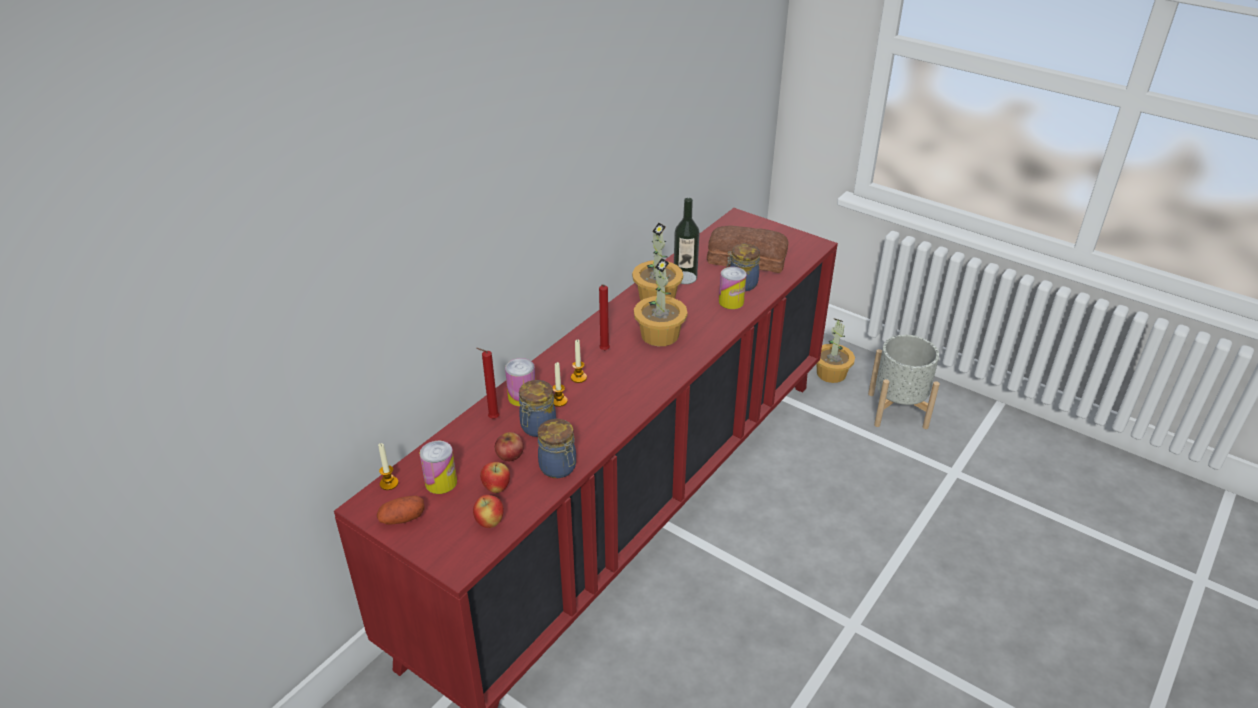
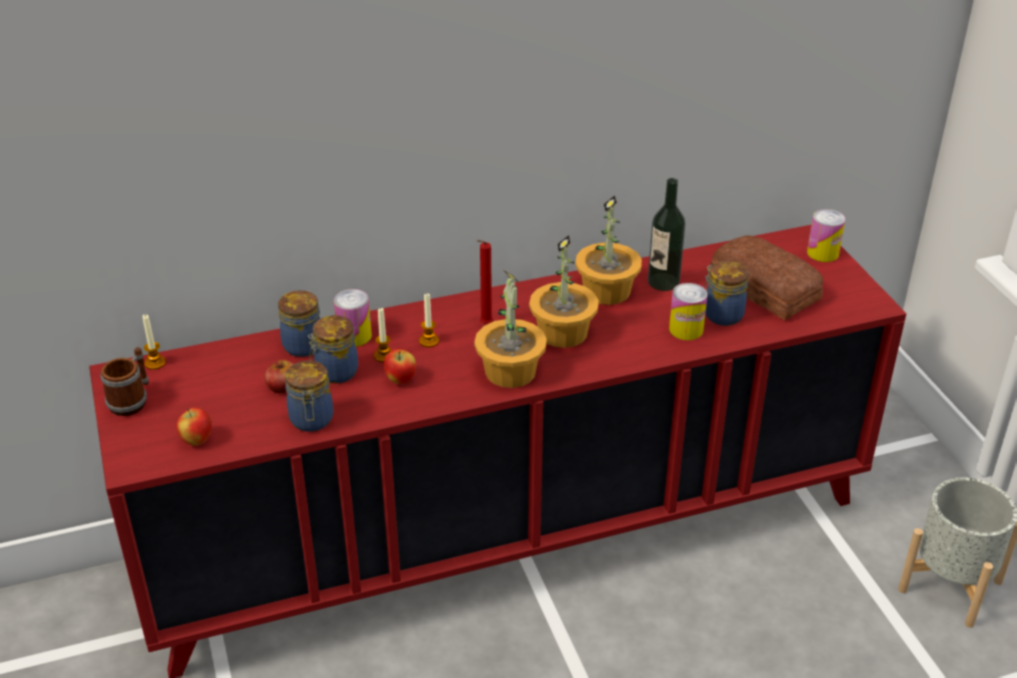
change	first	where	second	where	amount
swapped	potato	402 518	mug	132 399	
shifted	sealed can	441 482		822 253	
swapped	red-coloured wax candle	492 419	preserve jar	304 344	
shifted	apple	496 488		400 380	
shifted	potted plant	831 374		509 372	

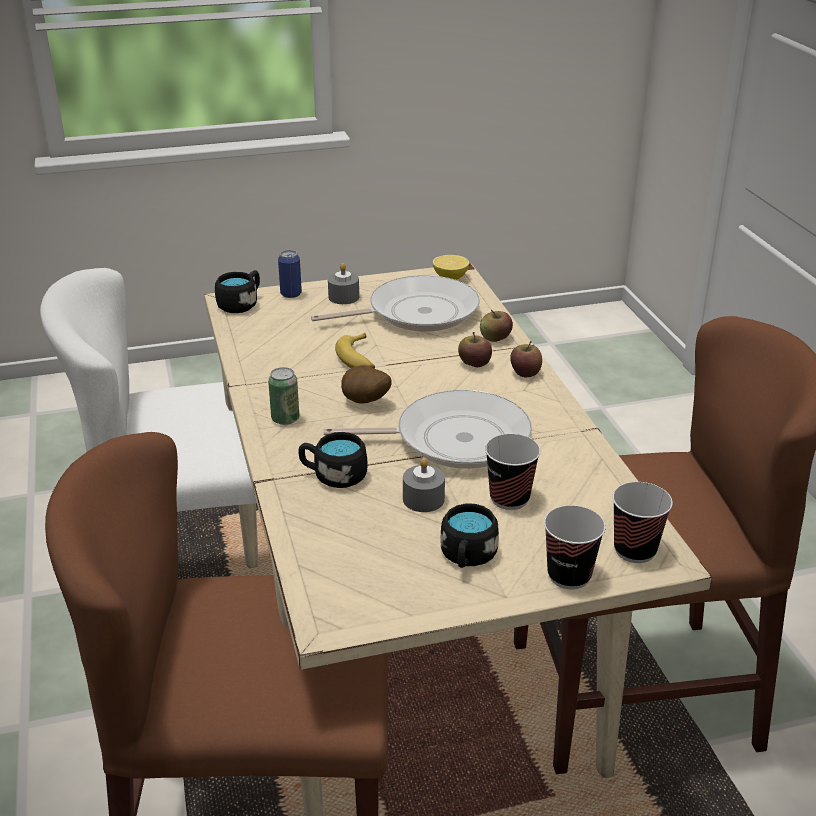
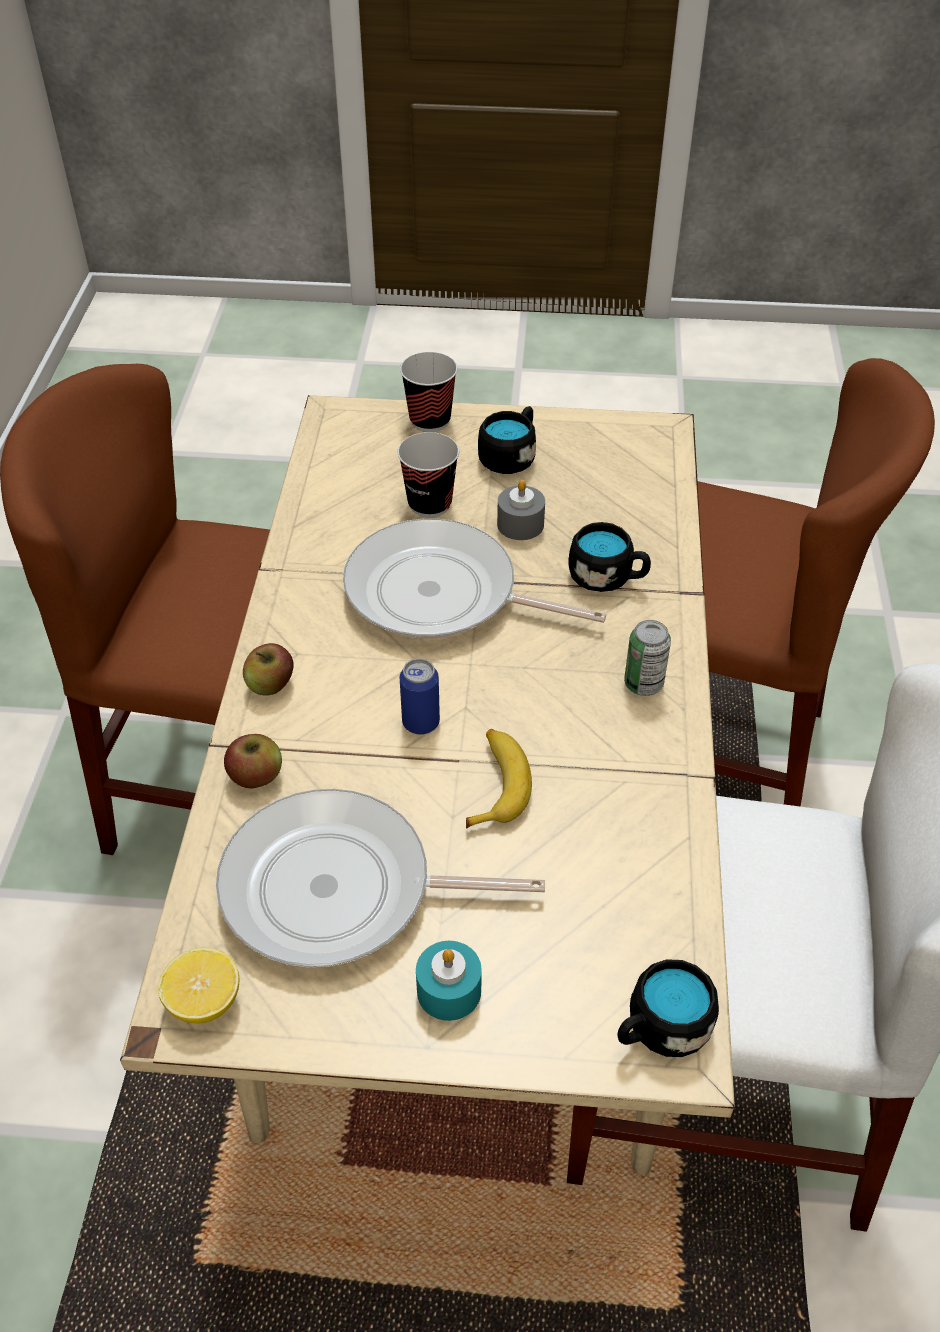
change	first	where	second	where	amount
shifted	sealed can	291 294		421 723	
repainted	gray wax candle	343 297	turquoise-coloured wax candle	449 991	
gone	potato	365 403			
gone	apple	474 363			
gone	drinking cup	635 550			

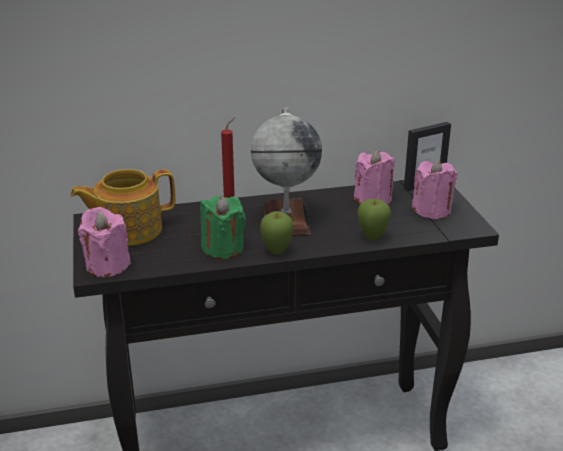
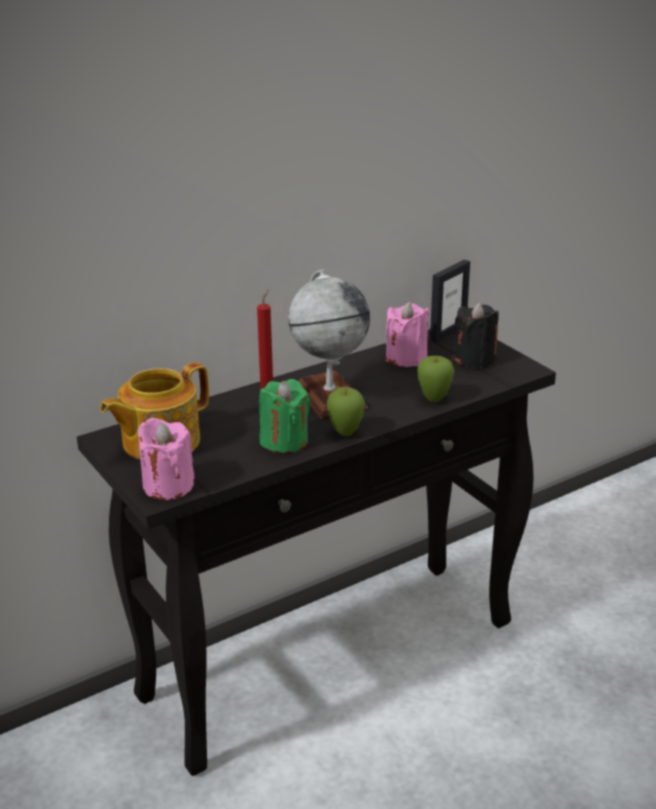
change	first	where	second	where	amount
repainted	pink wax candle	432 210	black-coloured wax candle	475 359	

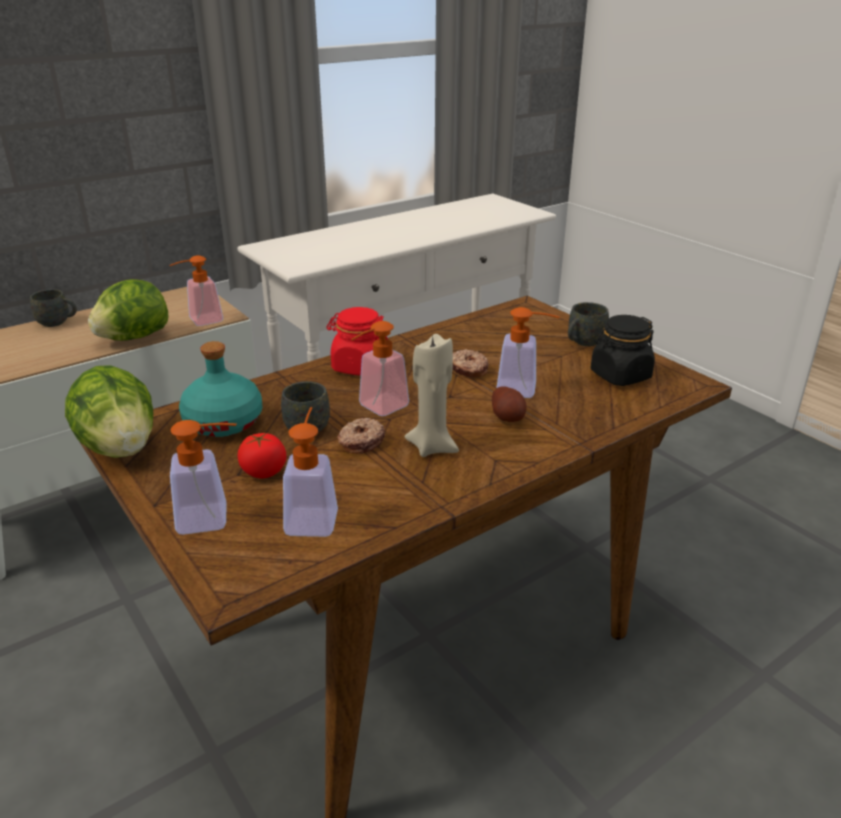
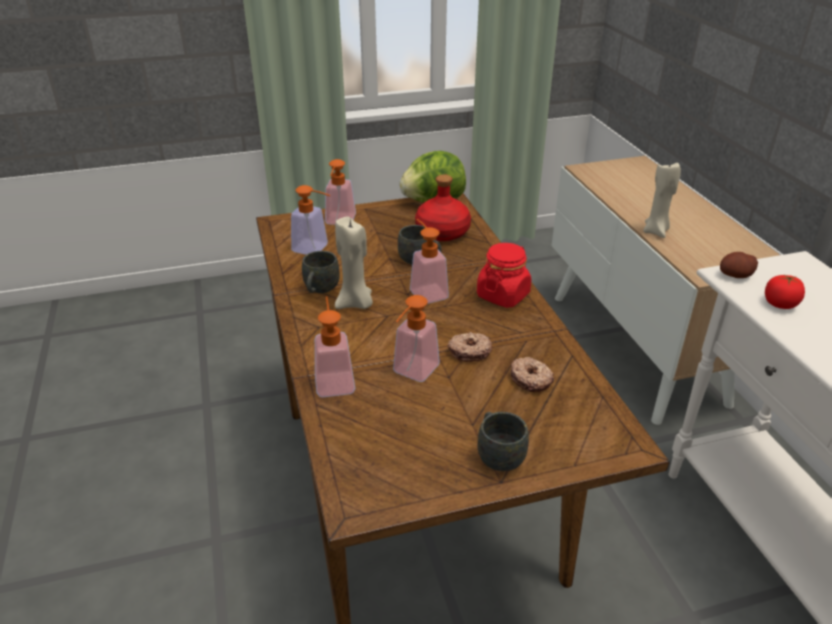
change	first	where	second	where	amount
shifted	gray mug	58 322		319 290	
swapped	head of lettuce	133 338	sand-coloured wax candle	656 231	
shifted	soap dispenser	200 321		334 379	
repainted	turquoise-coloured beverage bottle	224 422	red-coloured beverage bottle	443 232	
shifted	fresh tomato	264 471		780 304	
shifted	doughnut	360 442		531 379	
shifted	potato	508 417		735 275	
gone	black-coloured preserve jar	620 375			

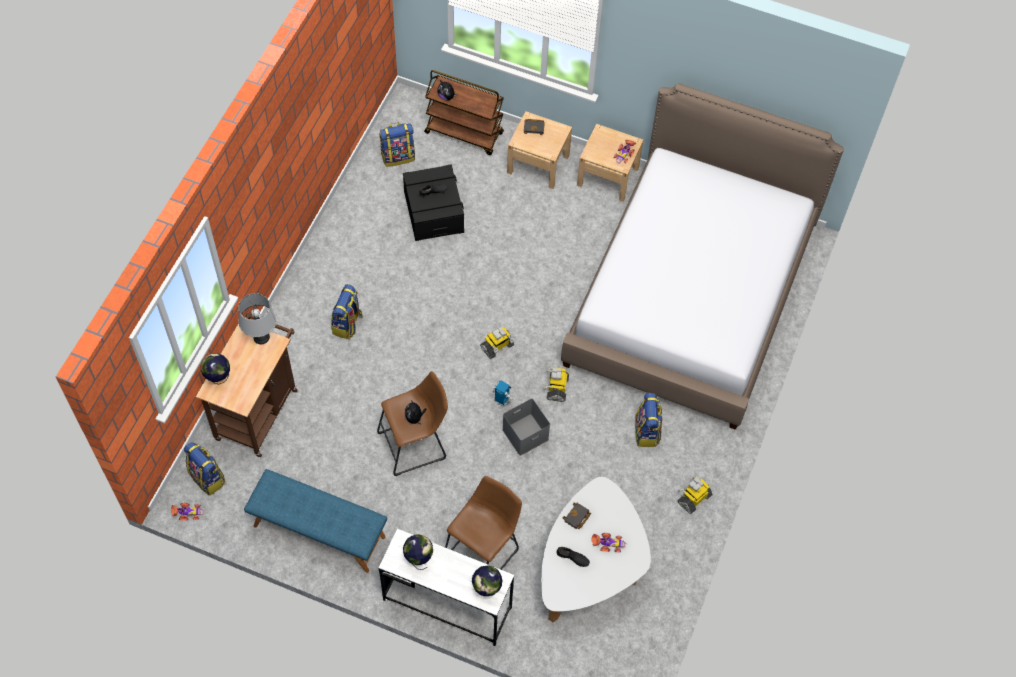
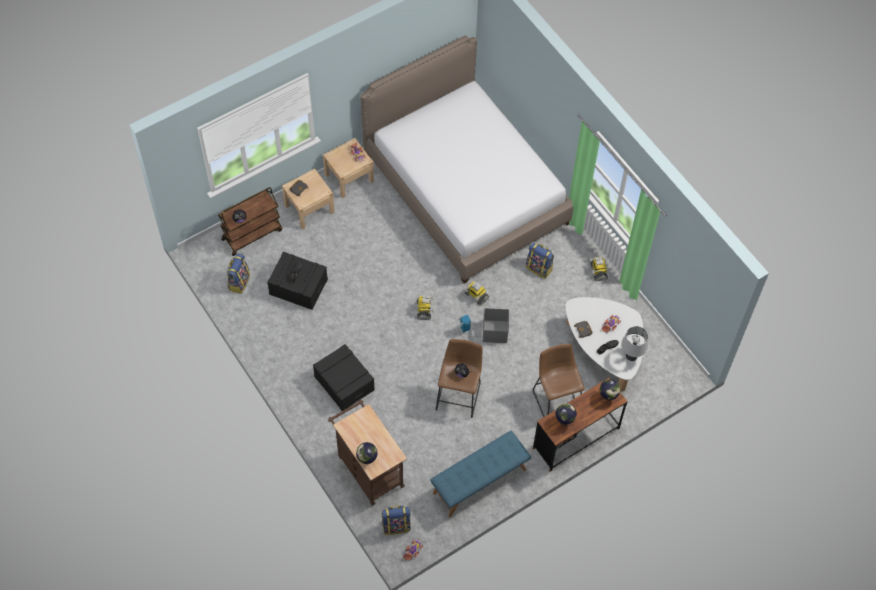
change	first	where	second	where	amount
shifted	gray lamp for a table	261 337		631 356	
swapped	knapsack	347 324	black-coloured storage box	344 383	
repainted	white desk table	447 604	brown desk table	576 438	

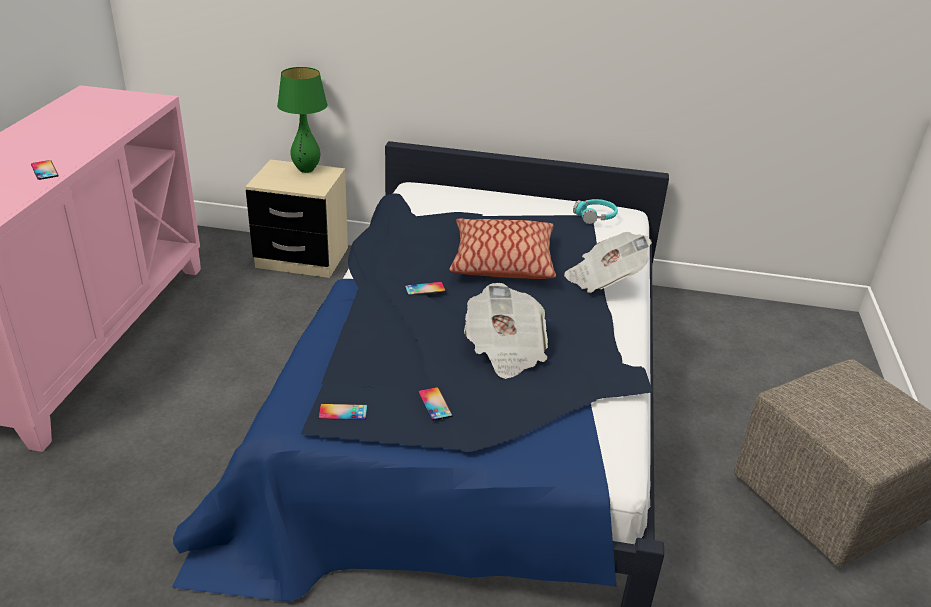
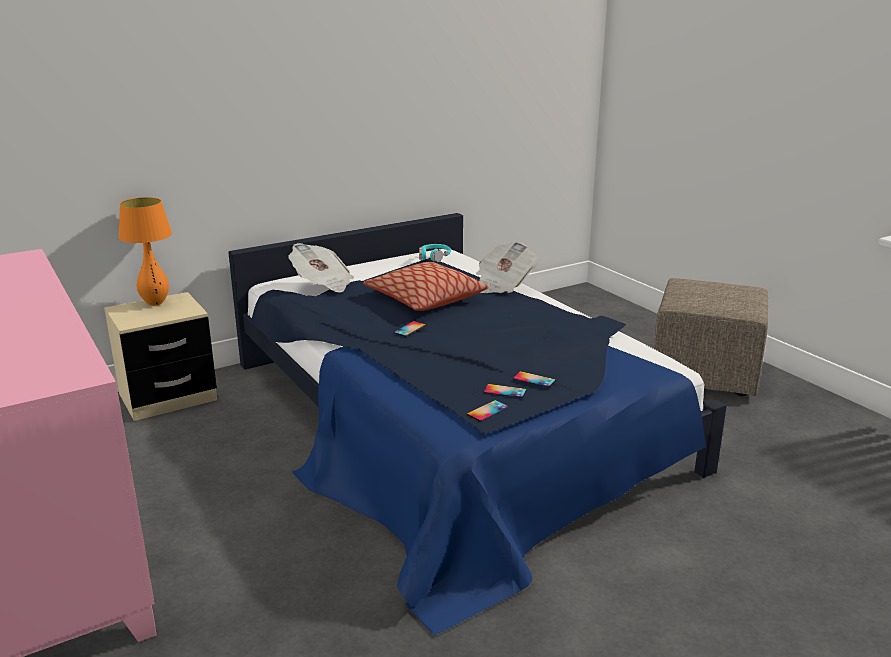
change	first	where	second	where	amount
shifted	telephone	44 170		505 391	
repainted	green lamp for a table	306 170	orange lamp for a table	155 303	
shifted	newspaper	505 350		322 284	

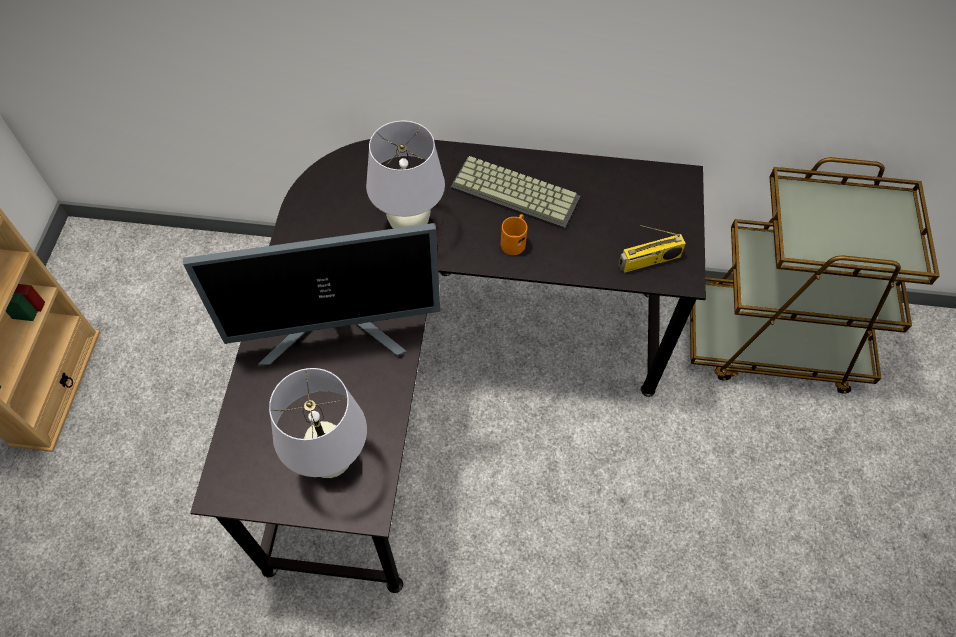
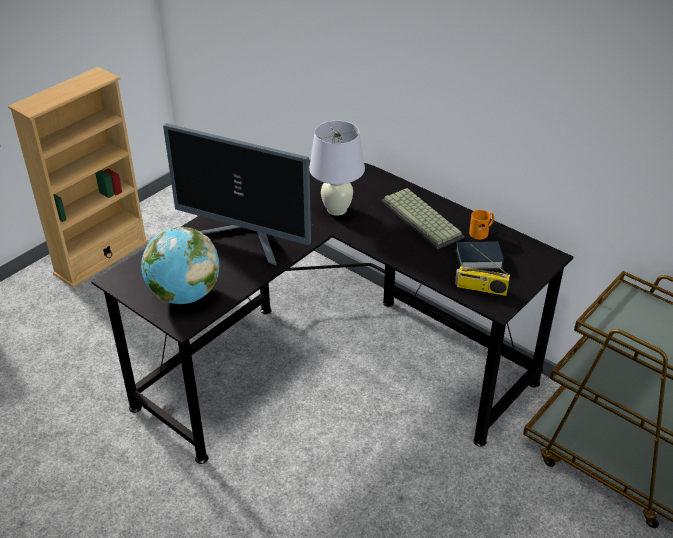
change	first	where	second	where	amount
swapped	white lamp for a table	332 463	world globe	184 295	
shifted	orange mug	514 240		481 232	
new			bound book	478 259	

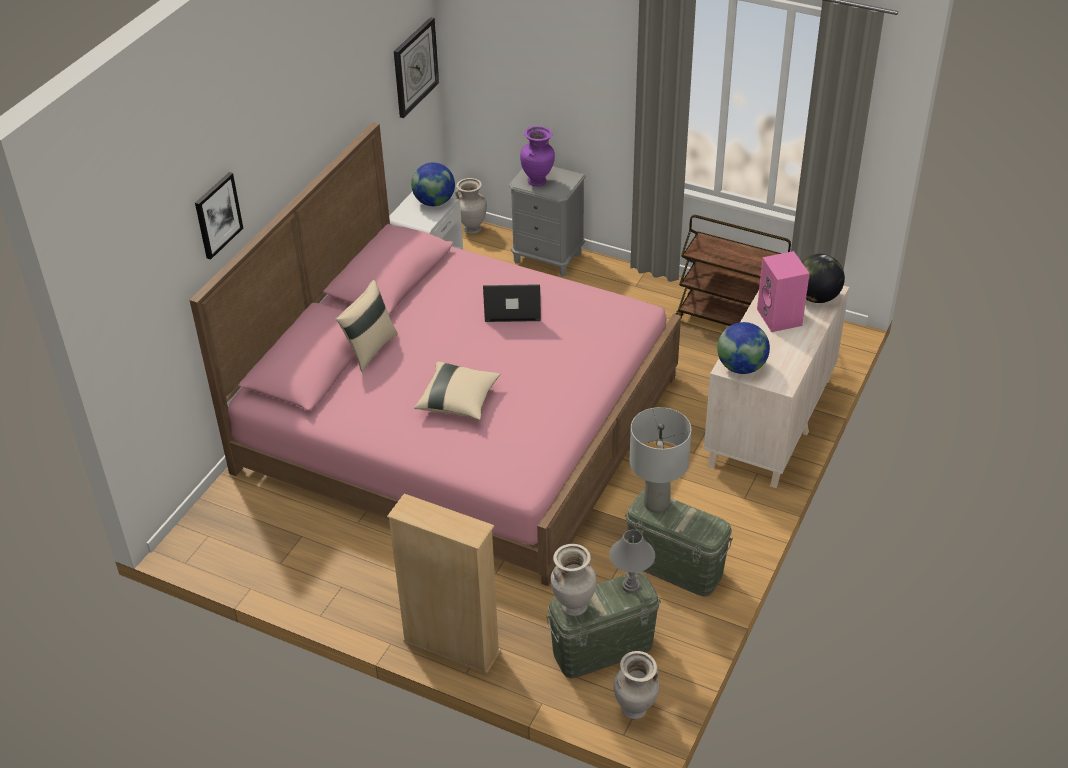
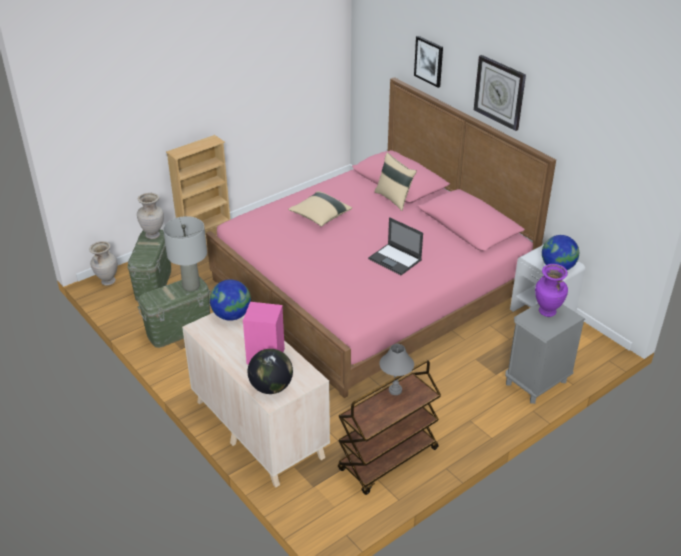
change	first	where	second	where	amount
shifted	wall clock	415 67		499 92	
gone	sand-coloured vase	472 229			
rotated	portable computer	512 307		395 259	105 degrees clockwise
shifted	gray lamp for a table	631 586		395 390	

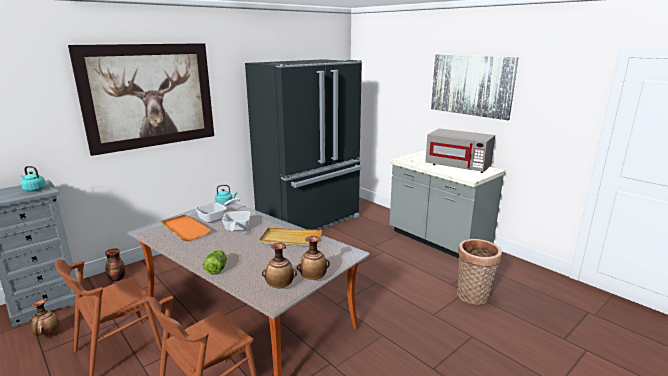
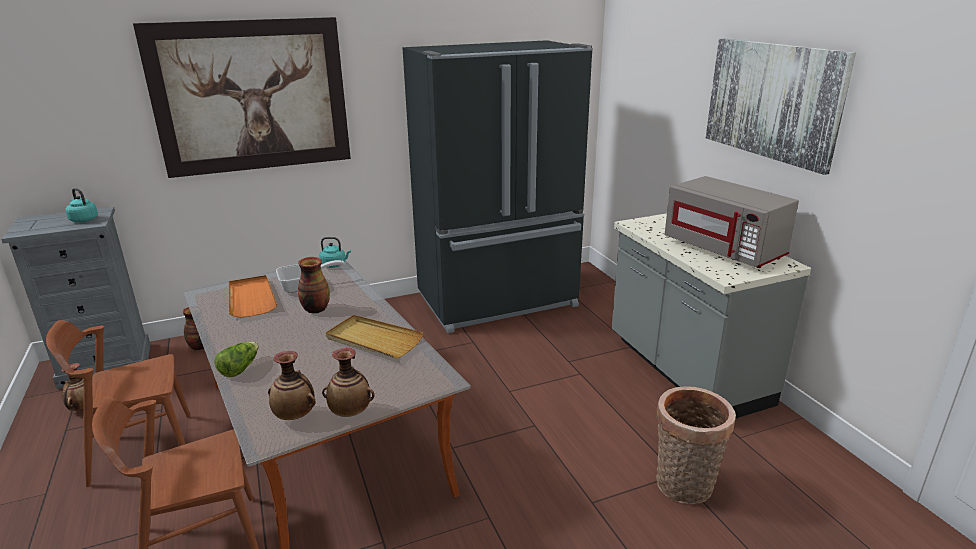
change	first	where	second	where	amount
swapped	pan	236 229	vase	315 309	

